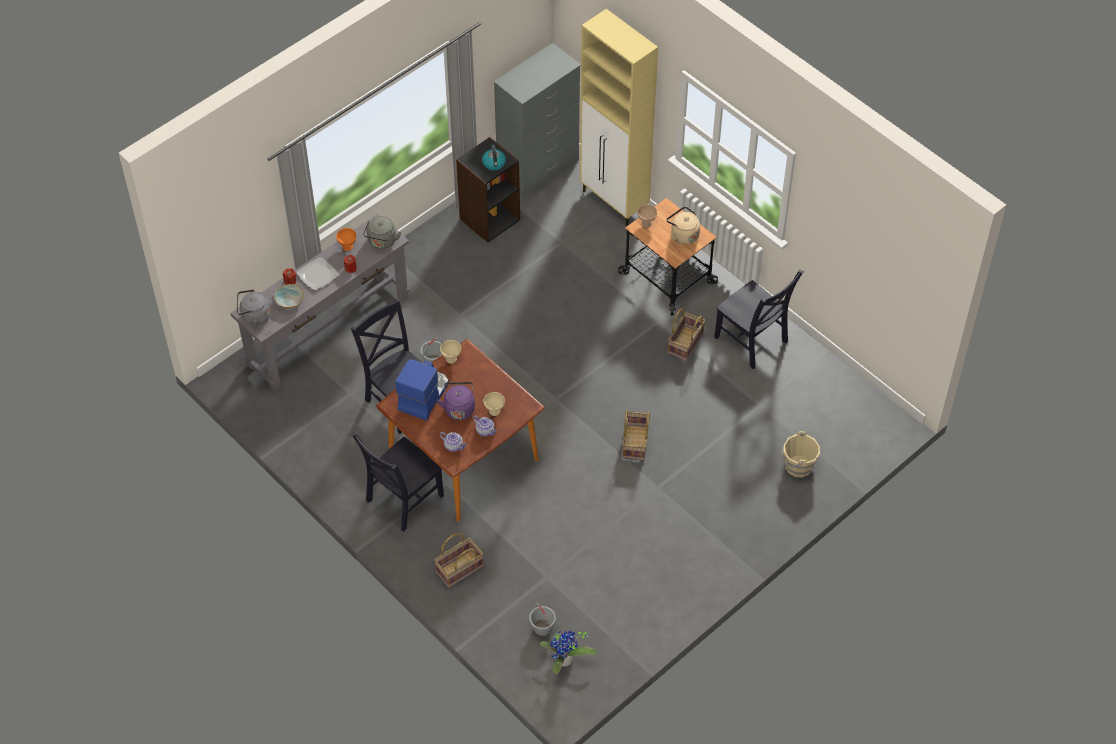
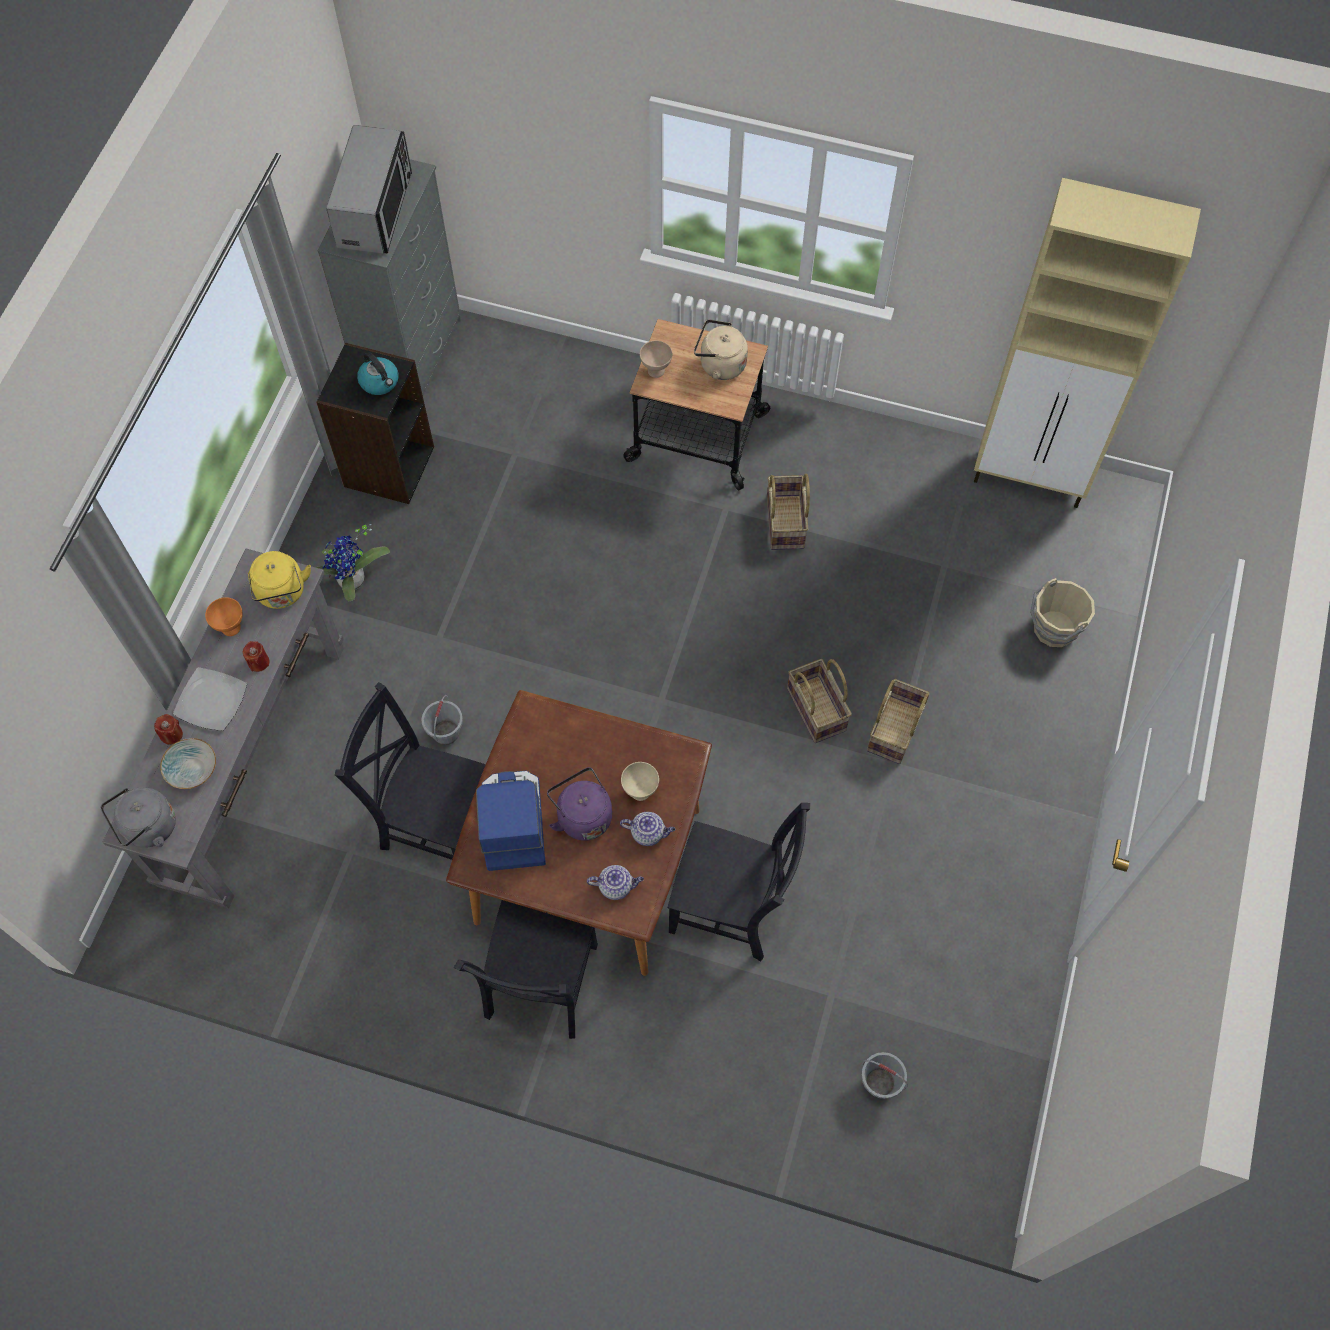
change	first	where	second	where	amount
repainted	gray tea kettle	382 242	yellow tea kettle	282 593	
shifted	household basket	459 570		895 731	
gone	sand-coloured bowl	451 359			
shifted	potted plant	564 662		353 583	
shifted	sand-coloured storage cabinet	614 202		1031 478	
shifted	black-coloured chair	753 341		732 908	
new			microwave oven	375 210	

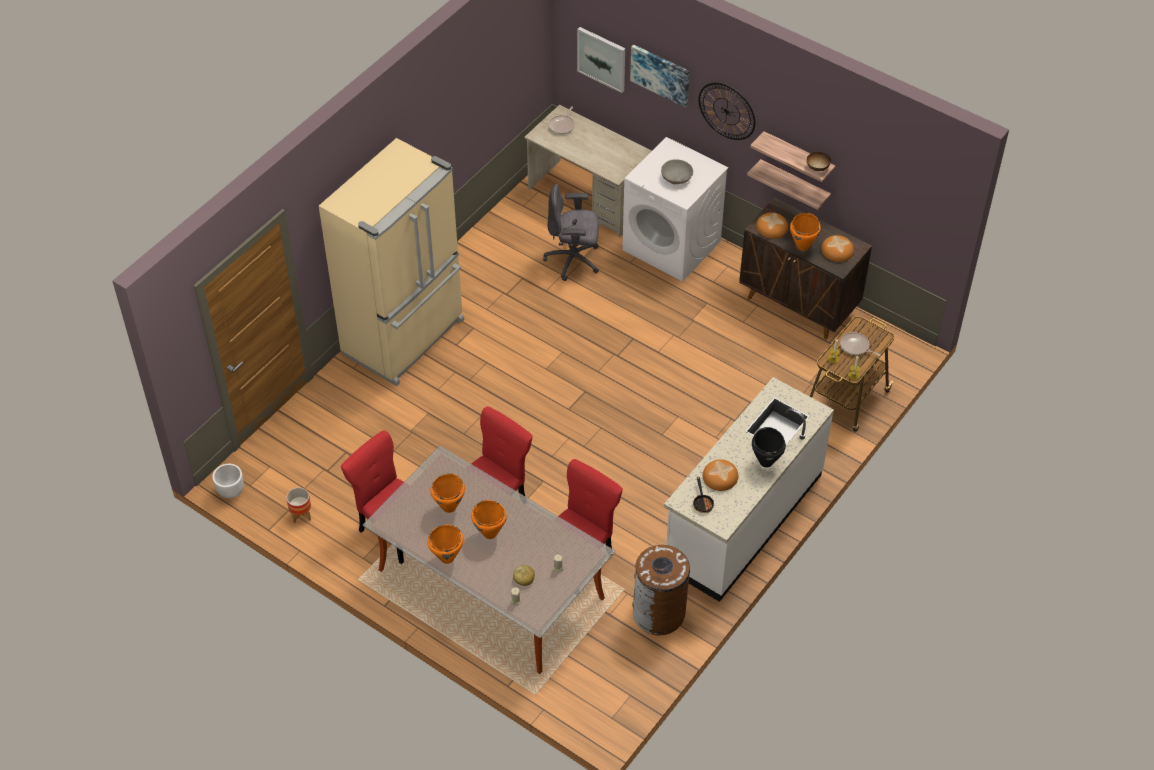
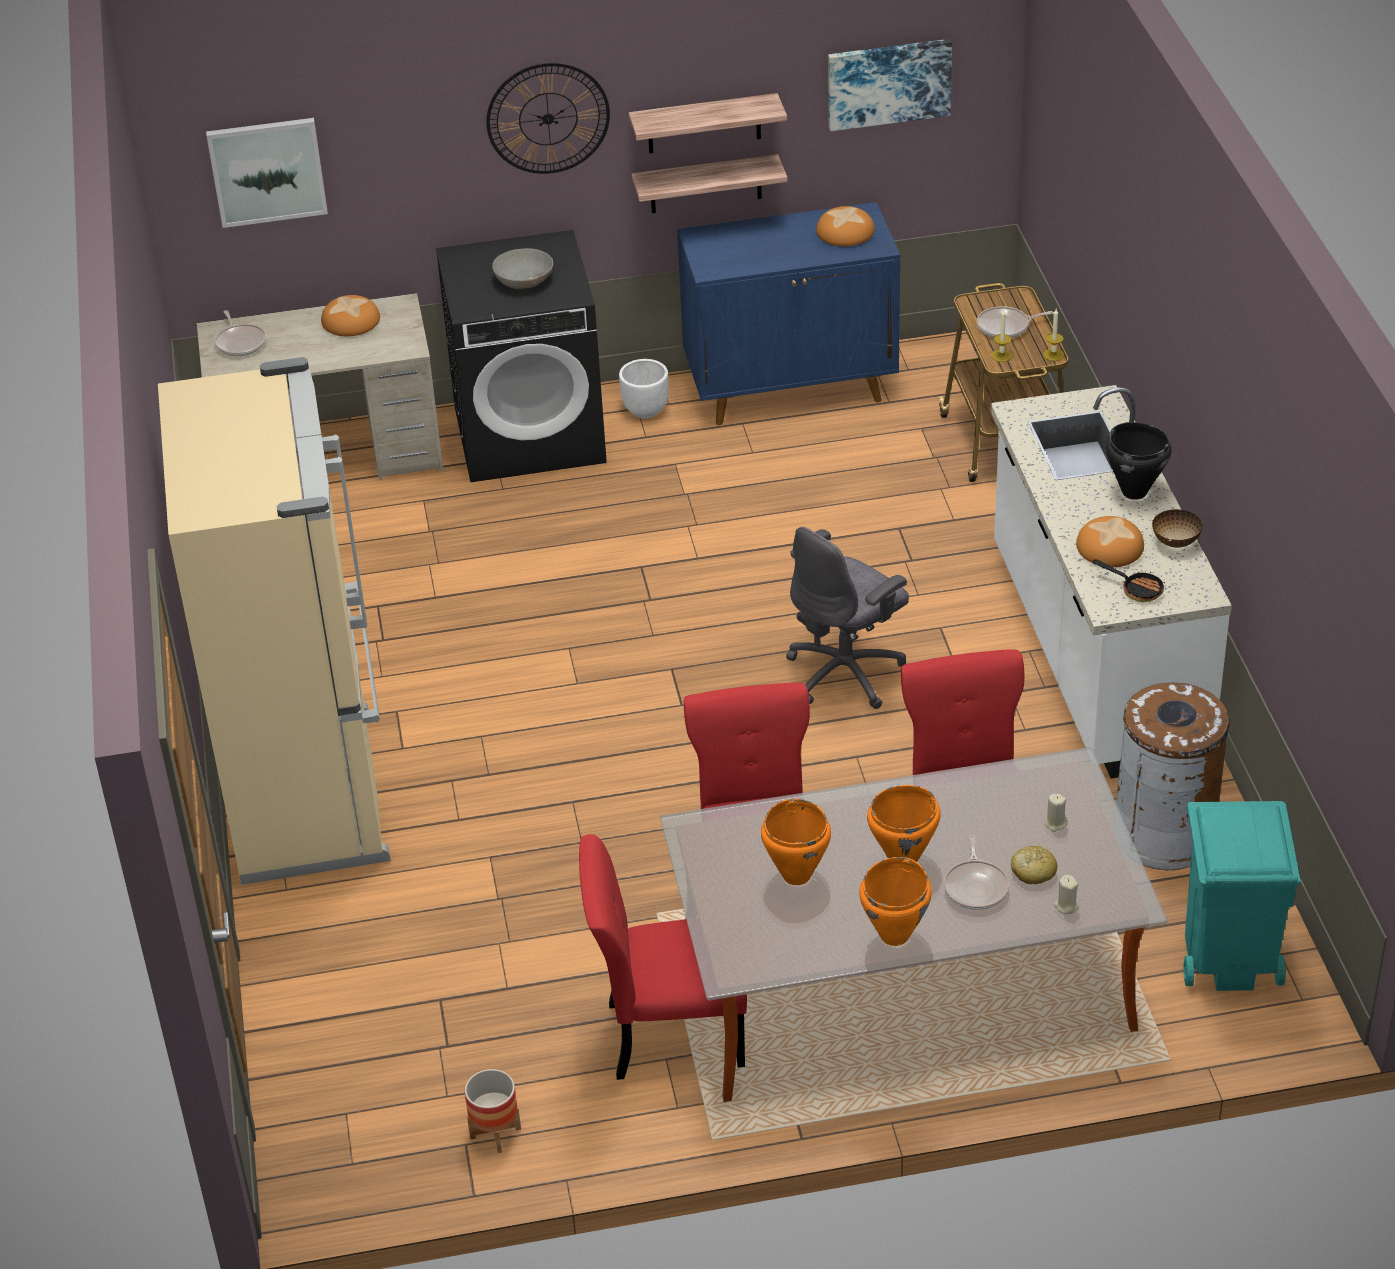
change	first	where	second	where	amount
shifted	white planter	230 492		645 411	
shifted	gray desk chair	574 260		847 673	
repainted	white laundry appliance	672 245	black-coloured laundry appliance	530 434	
shifted	wall picture	660 74		888 83	
repainted	brown storage cabinet	799 305	blue storage cabinet	792 389	
shifted	bakery bread	772 228		351 321	
gone	orange stockpot	803 246			
shifted	bowl	817 167		1175 541	
new			pan	976 886	
new			turquoise-coloured waste bin	1228 957	

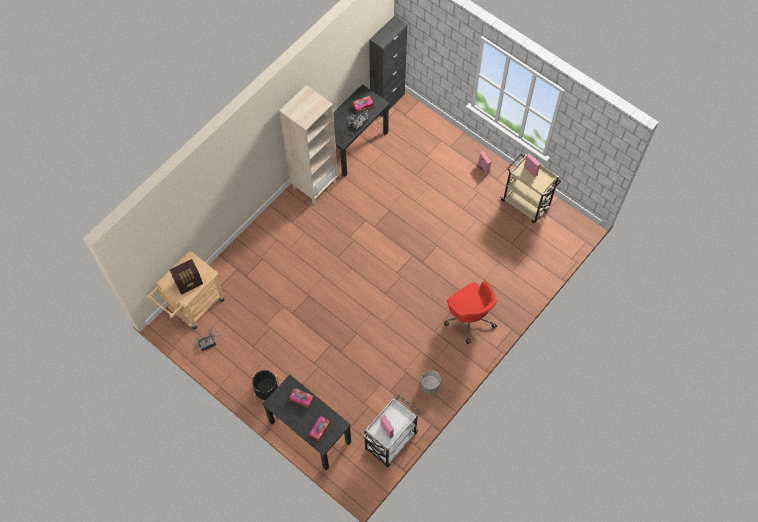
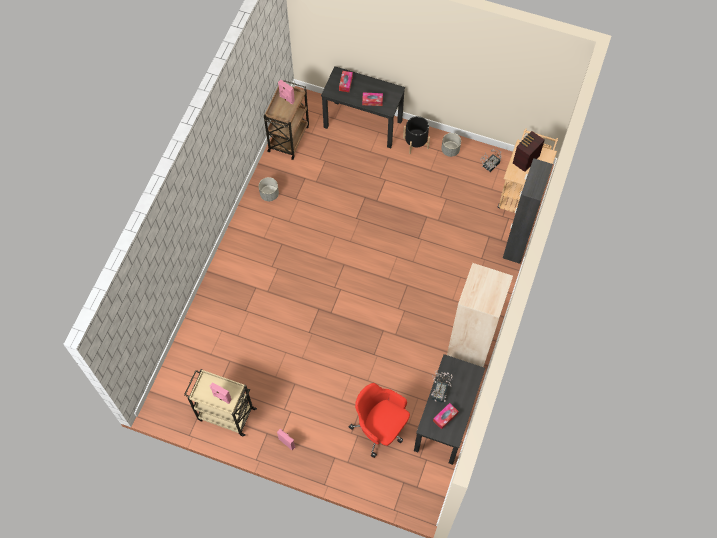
change	first	where	second	where	amount
repainted	white trolley	390 442	brown trolley	289 138	
shifted	black-coloured storage cabinet	387 101		516 244	
shifted	red-coloured desk chair	469 317		380 428	
new			gray planter	450 150	

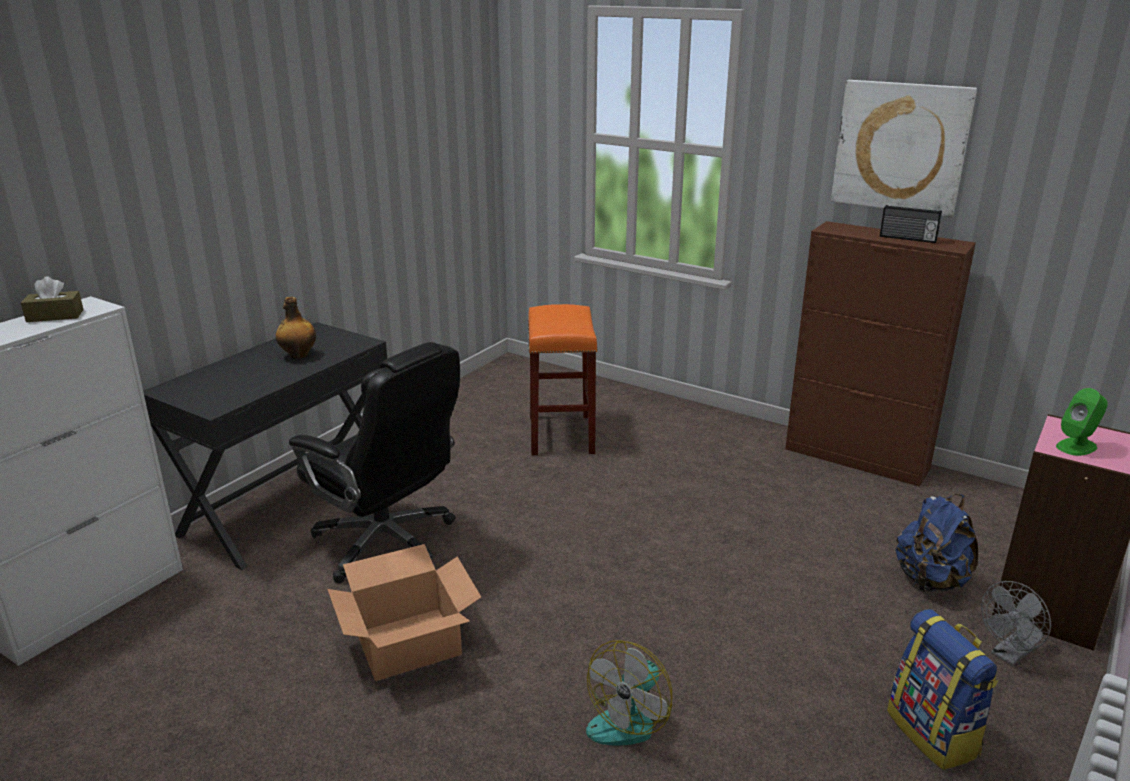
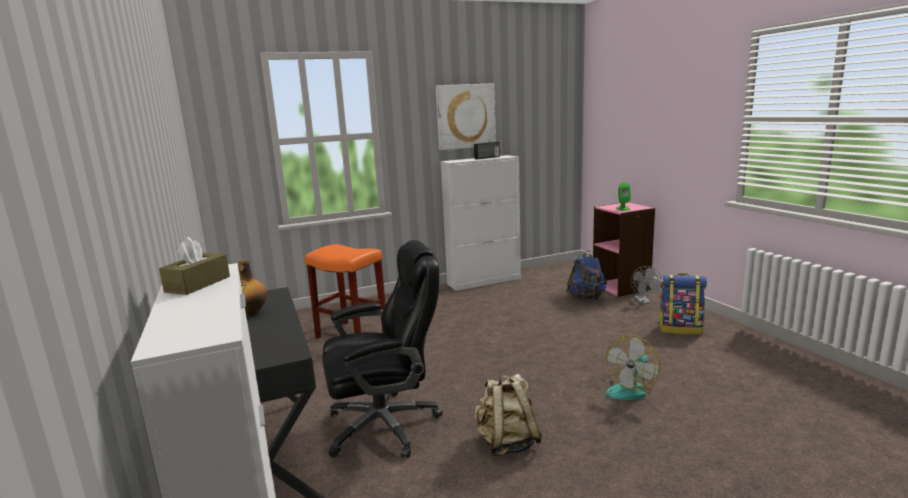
change	first	where	second	where	amount
swapped	packing box	407 642	sand-coloured knapsack	506 443	
rotated	fan	630 718		630 389	60 degrees clockwise
repainted	brown storage cabinet	857 458	white storage cabinet	484 281	

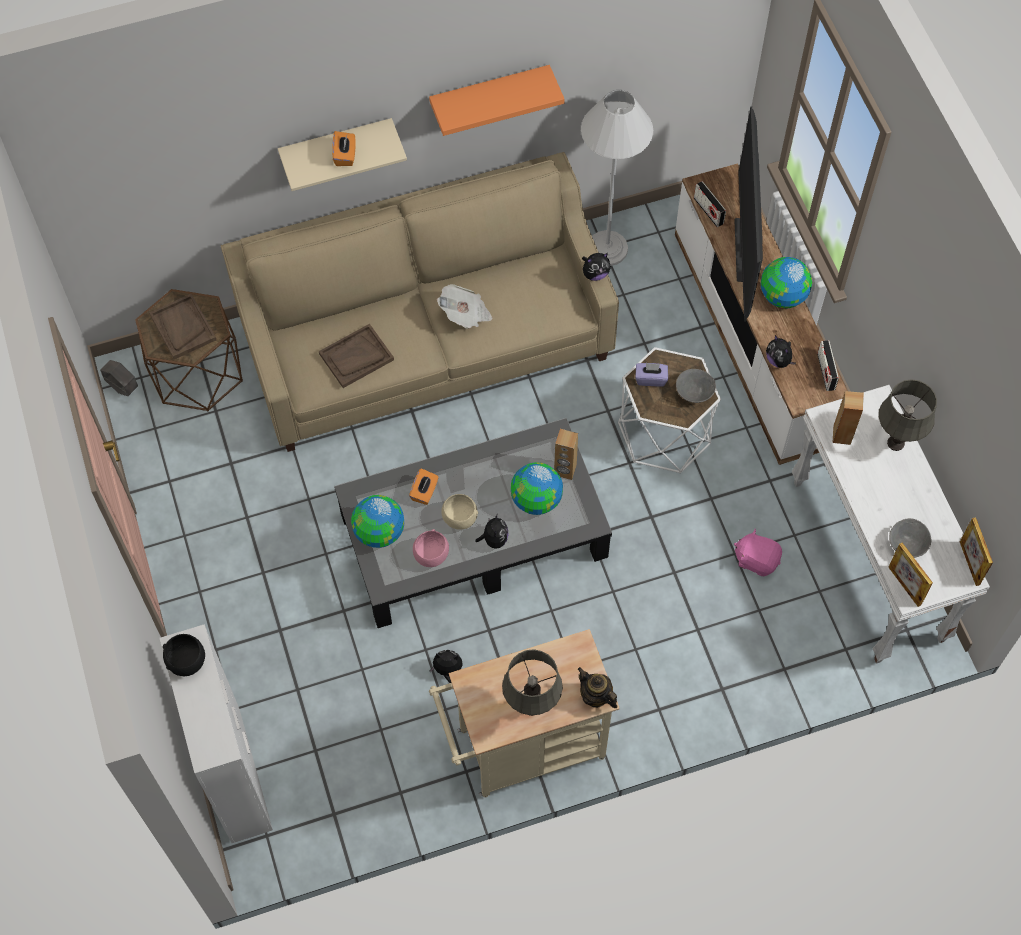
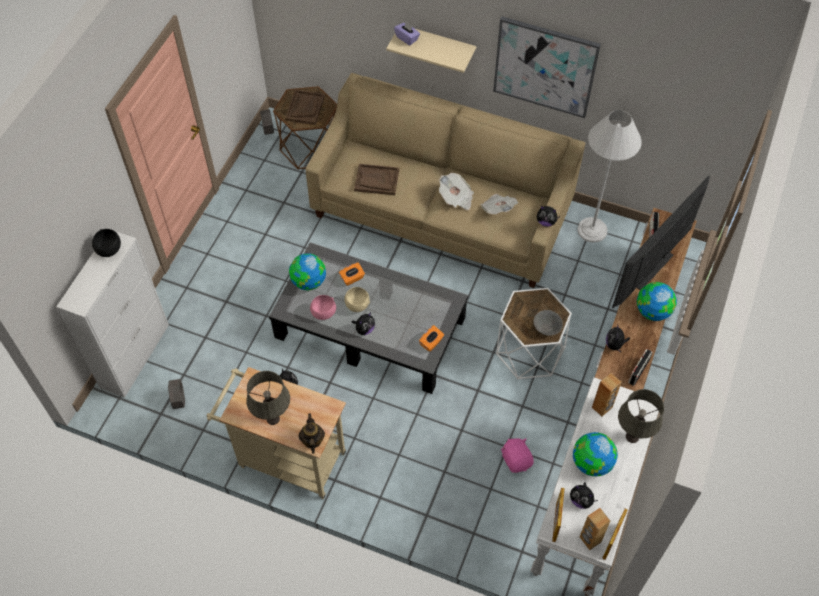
change	first	where	second	where	amount
shifted	orange tissue holder	345 155		431 343	
swapped	orange wall shelf	489 93	wall picture	545 67	
shifted	world globe	536 500		591 463	
shifted	brown speaker	565 470		590 539	
shifted	purple tissue holder	650 379		407 38	
swapped	gray bowl	907 544	plush toy	581 500	
new			gray planter	179 401	
new			newspaper	498 209	

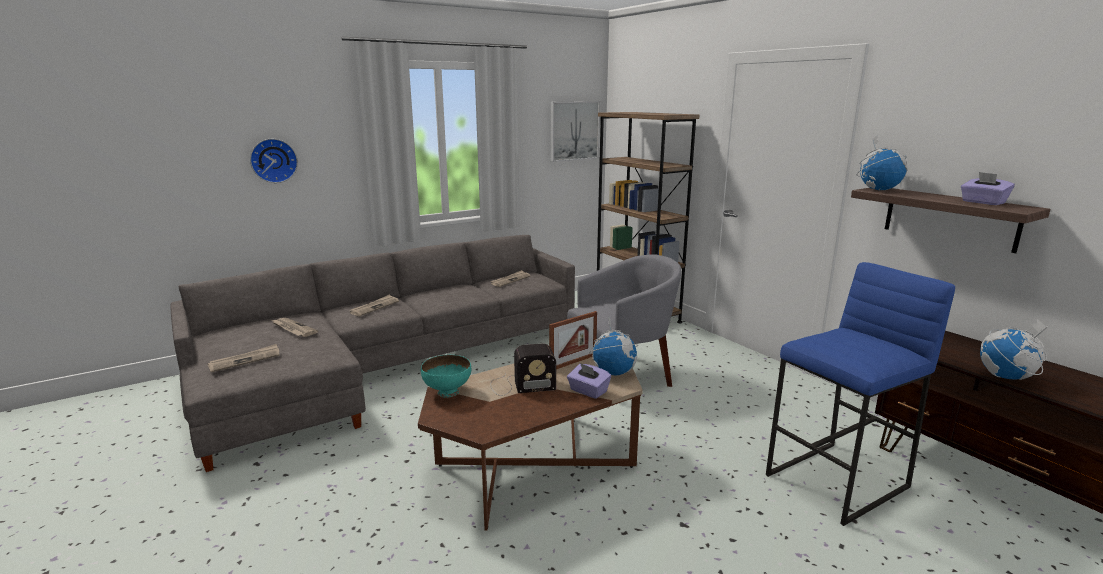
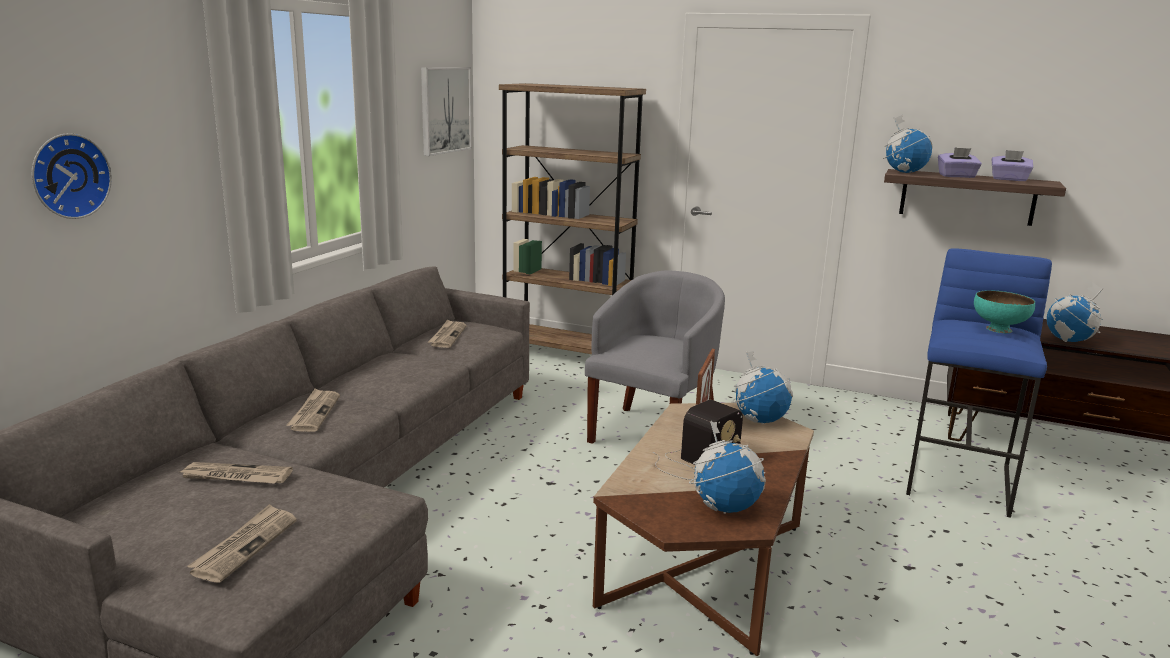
change	first	where	second	where	amount
shifted	turquoise-coloured bowl	447 392		998 329	
shifted	purple tissue holder	588 391		957 176	
new			world globe	725 507	

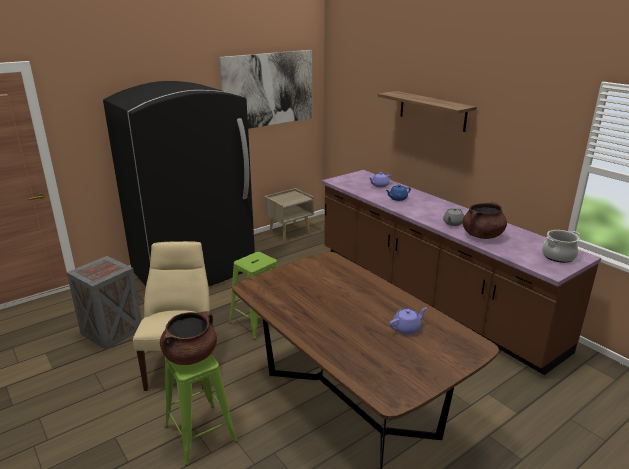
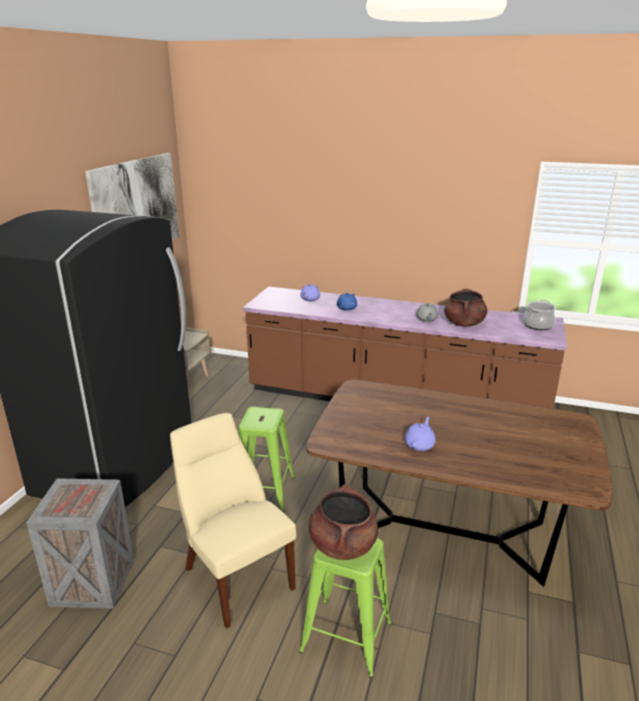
change	first	where	second	where	amount
gone	wall shelf	432 111			
shifted	purple teapot	407 328		419 444	

